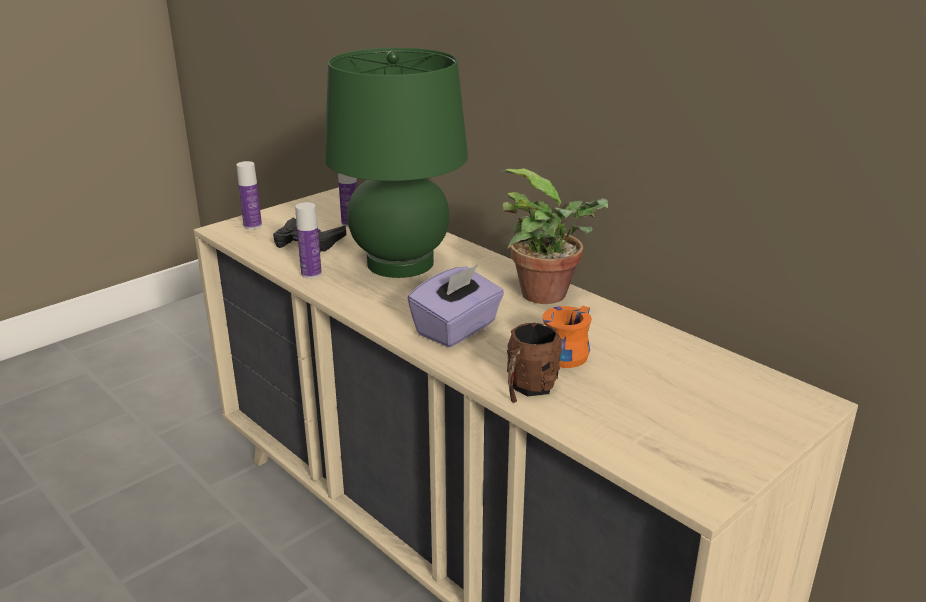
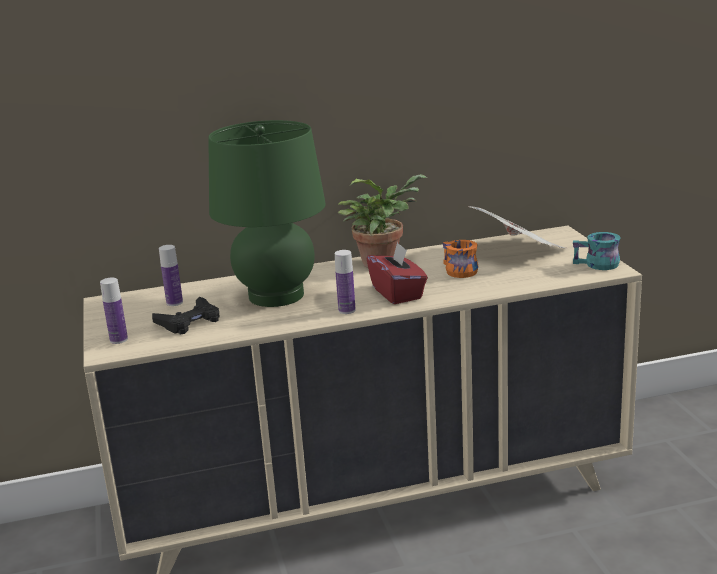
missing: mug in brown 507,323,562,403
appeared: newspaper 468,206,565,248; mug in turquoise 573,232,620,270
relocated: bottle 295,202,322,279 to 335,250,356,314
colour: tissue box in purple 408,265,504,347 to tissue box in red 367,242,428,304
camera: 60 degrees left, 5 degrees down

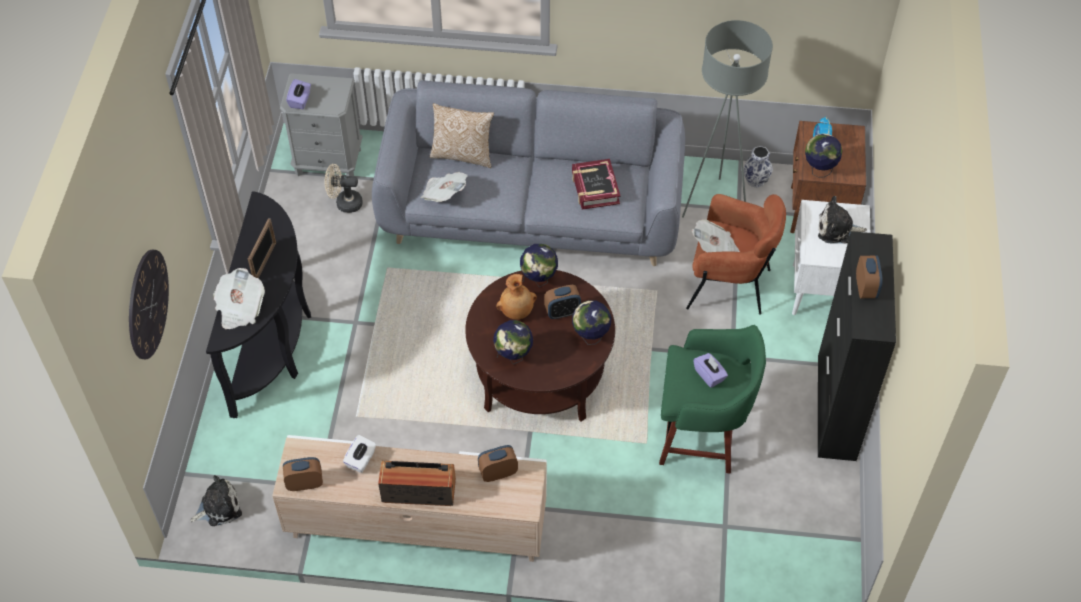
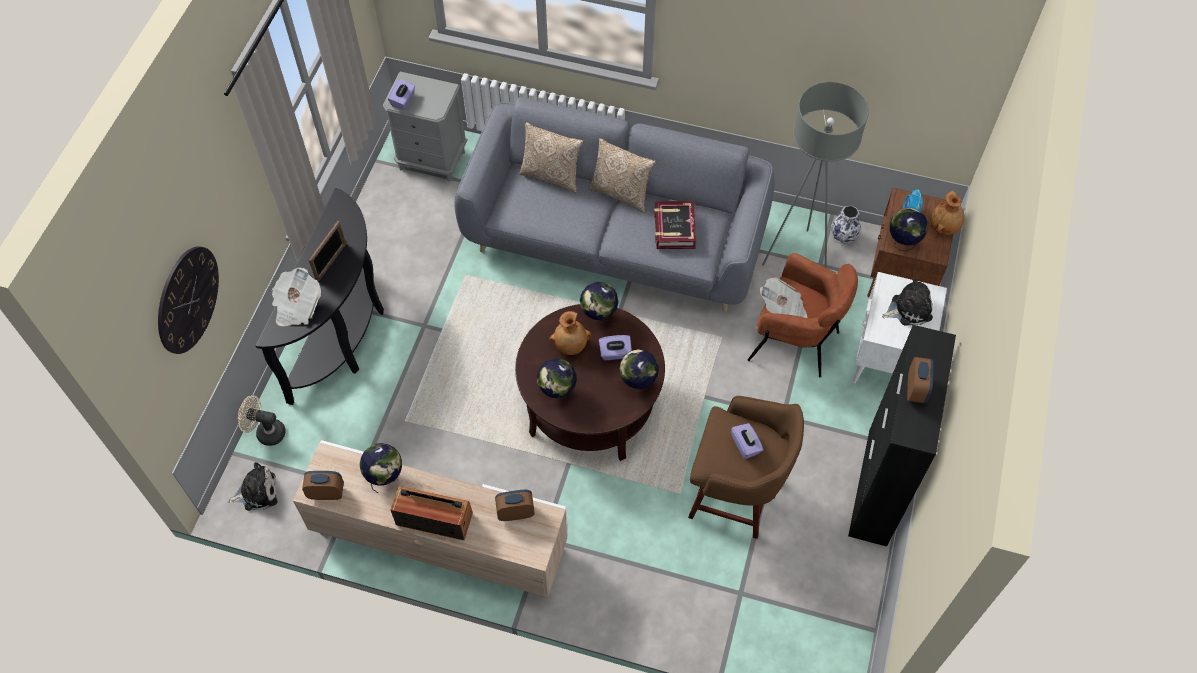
missing: newspaper 421,172,468,202
appeared: pillow 589,138,656,213; vase in brown 931,191,964,235
relocated: fan in beige 325,164,363,213 to 238,395,286,446
exchanged: tissue box in white 343,435,376,473 to globe 360,443,402,493; alarm clock 544,285,581,319 to tissue box in purple 599,335,632,360
colour: stool in green 659,325,766,474 to stool in brown 688,396,804,539
spun: plush toy 818,196,867,244 = 882,277,933,326 150 degrees clockwise
camera: 10 degrees right, 5 degrees up

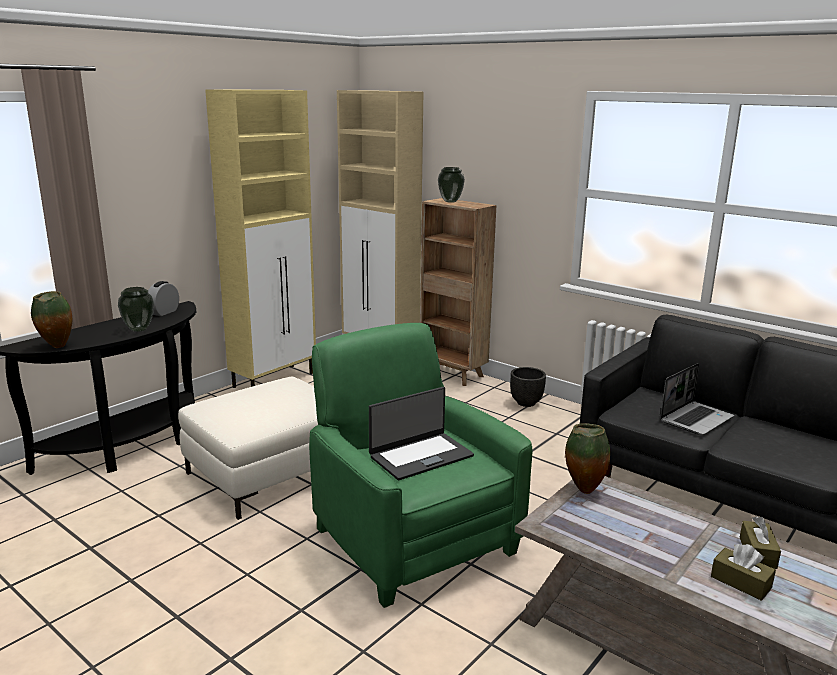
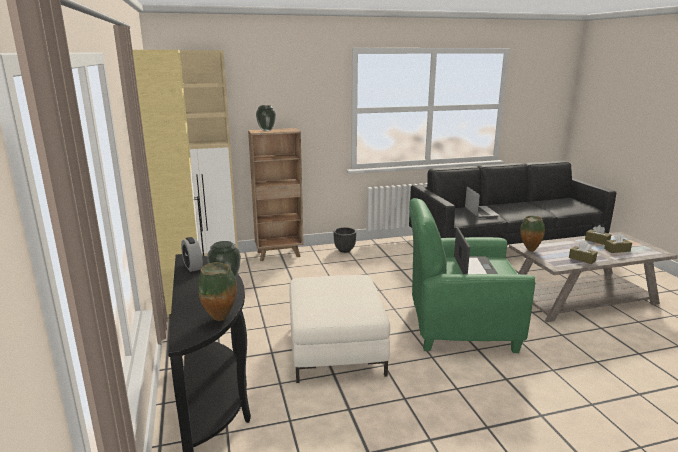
appeared: tissue box in brown 569,241,598,264
camera: 55 degrees left, 0 degrees up

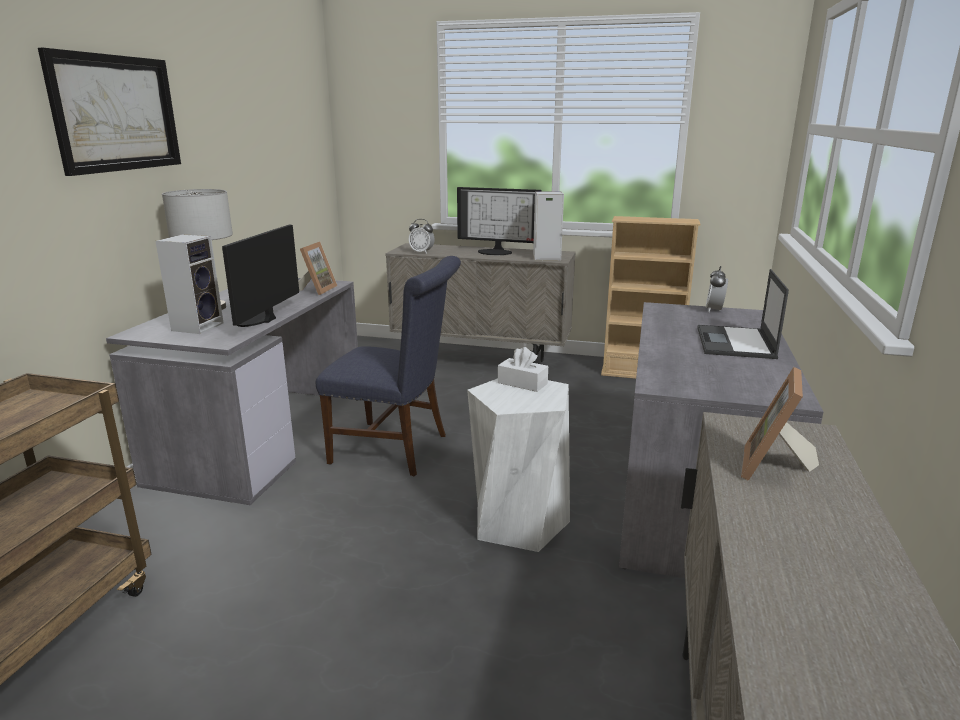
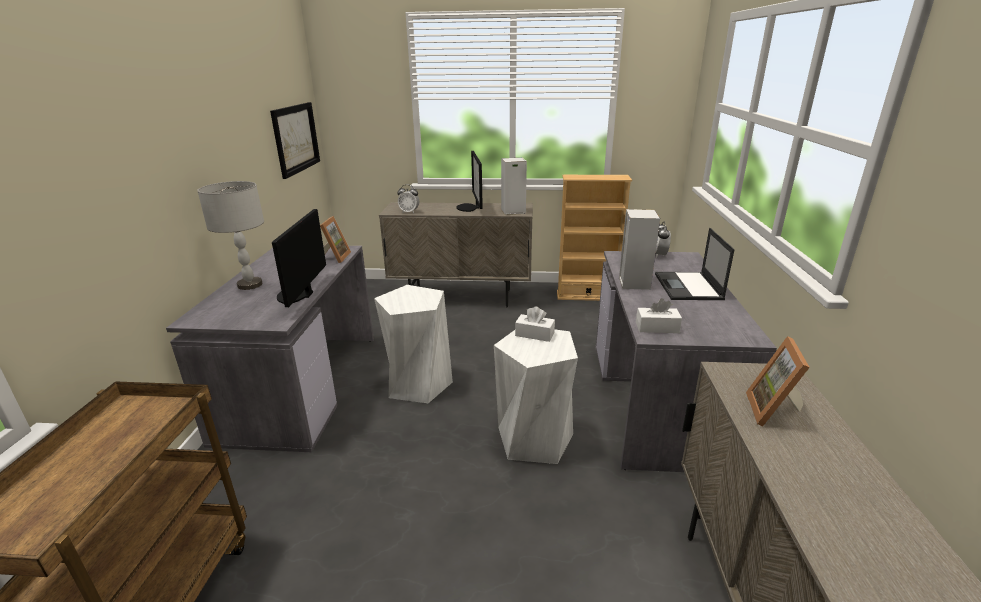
appeared: tissue box in white 636,298,682,333
relocated: picture 38,48,181,176 to 270,102,320,179; speaker 156,234,223,334 to 619,209,660,290
exchanged: chair in blue 316,256,461,476 to stool in white 374,285,453,403
spun: monitor 457,187,542,255 = 456,151,483,212 75 degrees clockwise
camera: 10 degrees left, 5 degrees up

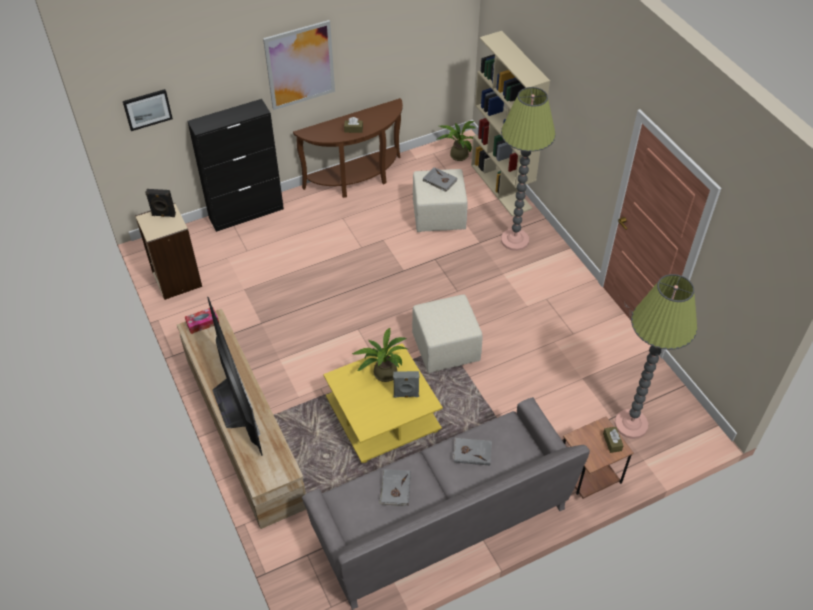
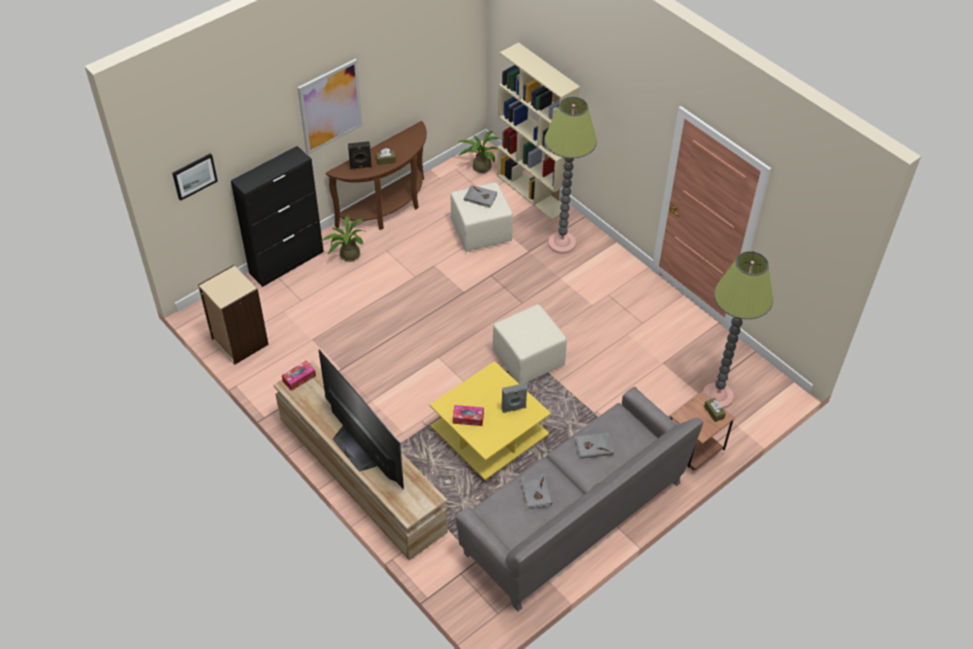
appeared: tissue box 453,405,484,426
relocated: speaker in black 145,189,176,217 to 348,141,372,169; potted plant 351,328,408,382 to 322,215,367,262
camera: 15 degrees left, 0 degrees up

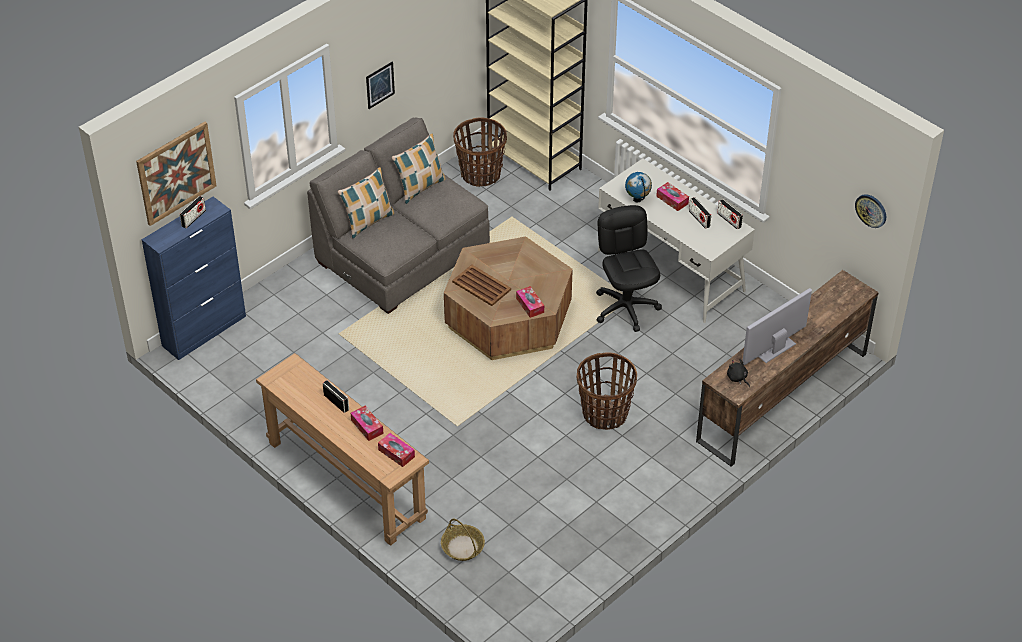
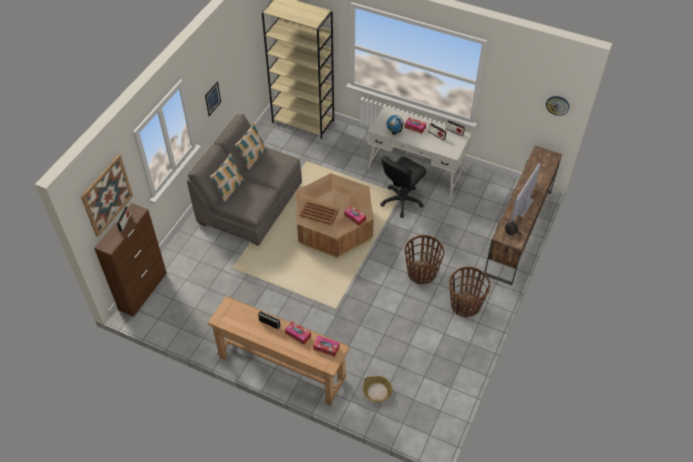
relocated: basket 453,117,507,187 to 449,267,491,317
colour: cabinet in blue 141,196,246,360 to cabinet in brown 94,203,167,317
spun: office chair in black 596,205,662,332 = 380,156,426,218 105 degrees counterclockwise
camera: 20 degrees left, 5 degrees up

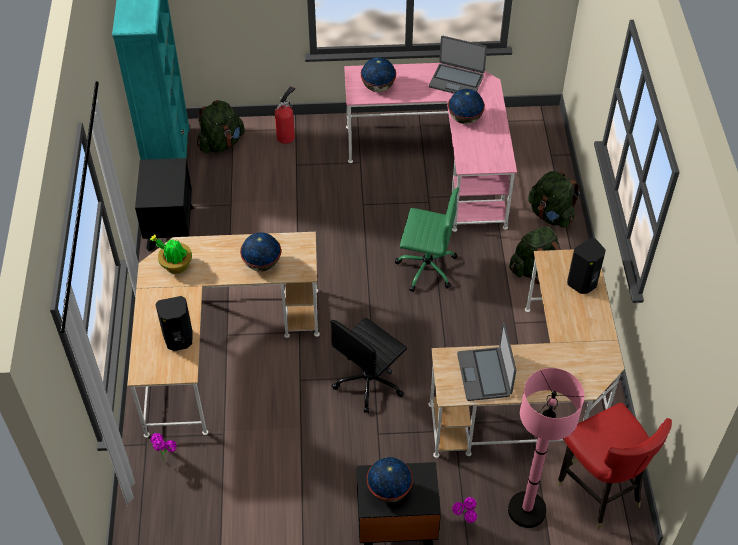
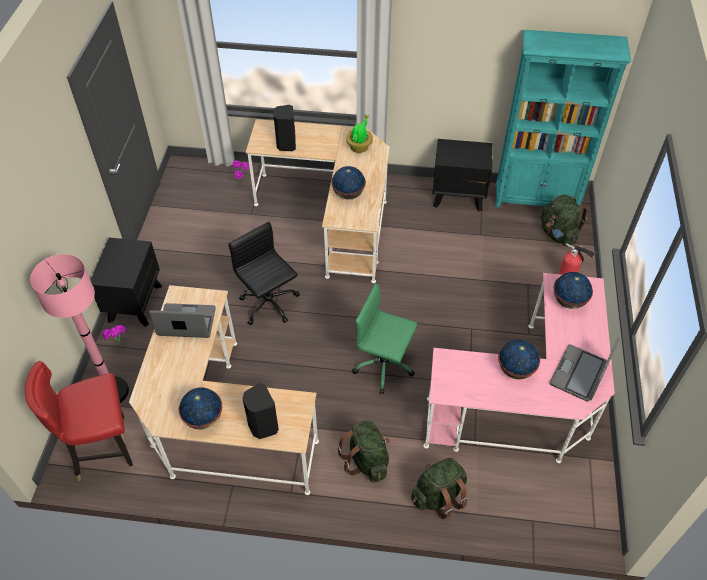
relocated: globe 367,457,413,502 to 179,388,222,429
spun: office chair in green 395,187,459,292 = 352,283,417,394 90 degrees clockwise
camera: 100 degrees right, 0 degrees up

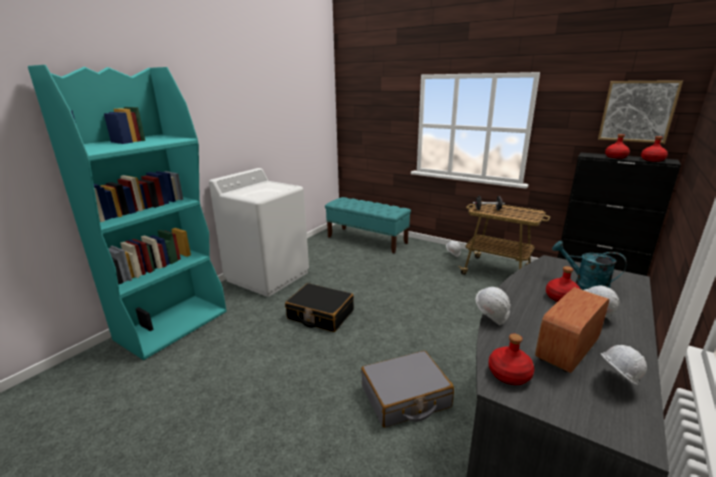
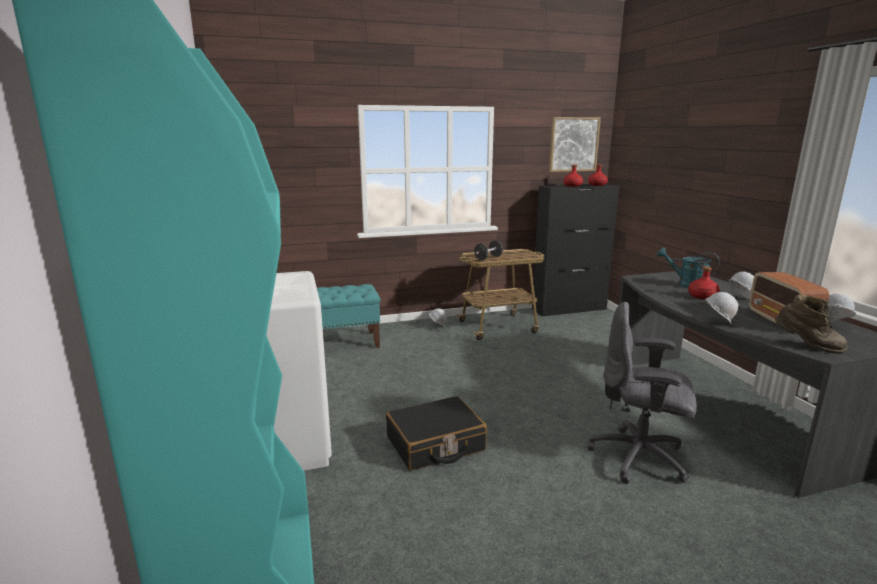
exchanged: suitcase in grey 361,351,454,428 to office chair in grey 588,302,697,484; bottle in red 488,334,534,385 to boot in brown 775,295,848,354
spun: watering can in turquoise 552,241,627,290 = 657,247,720,288 45 degrees clockwise
camera: 50 degrees left, 5 degrees down

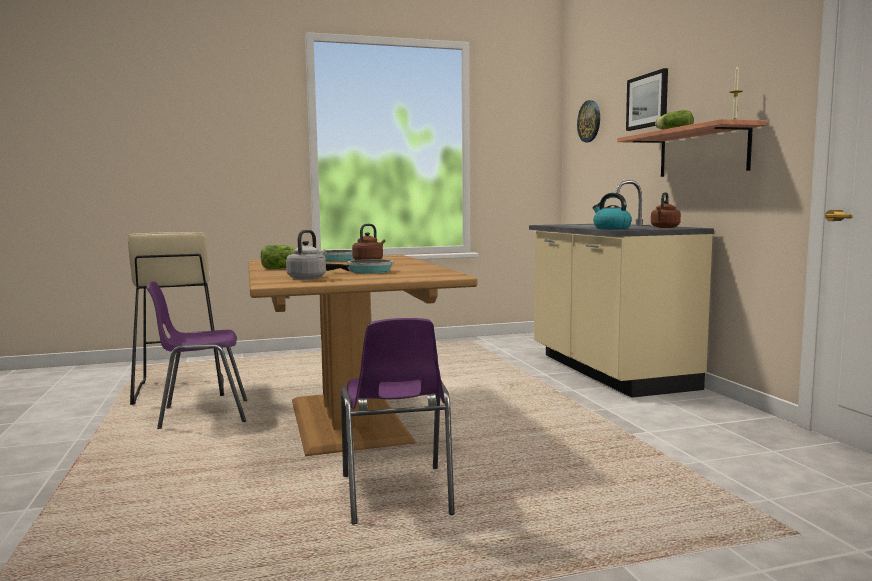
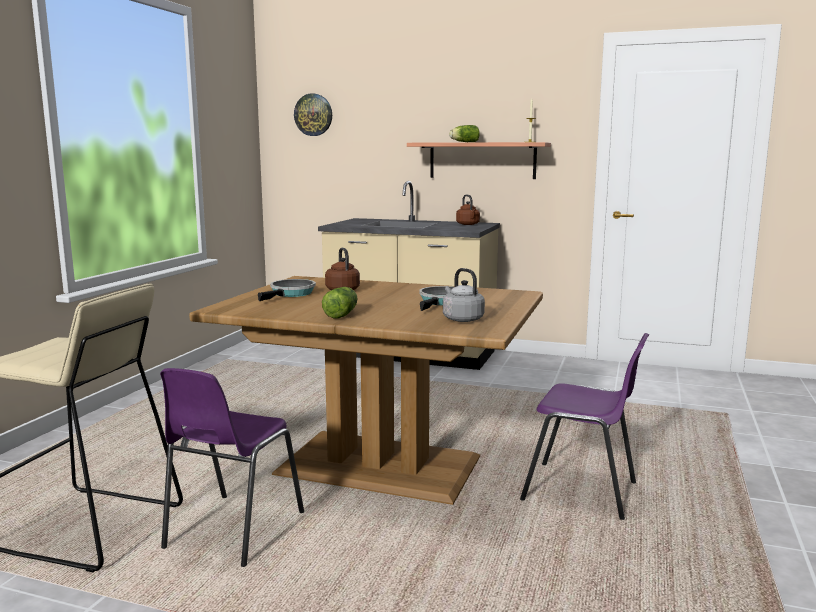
missing: kettle 593,193,632,229; picture 626,68,668,131
camera: 55 degrees left, 5 degrees up

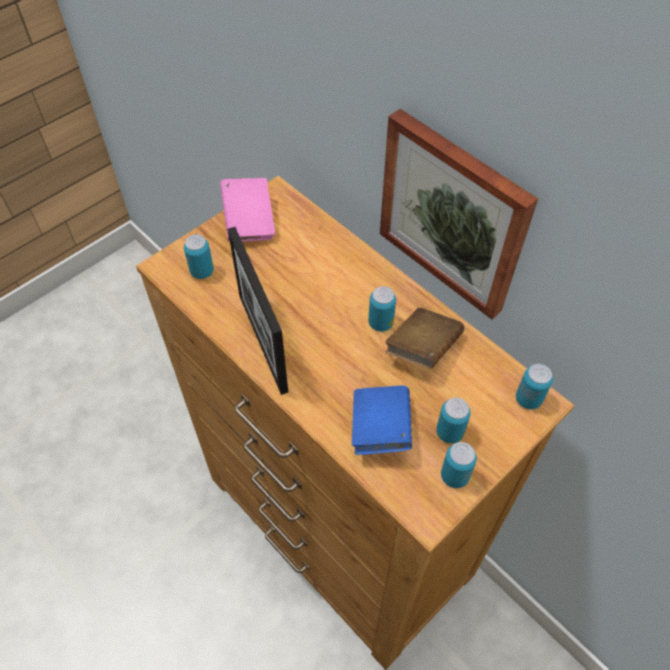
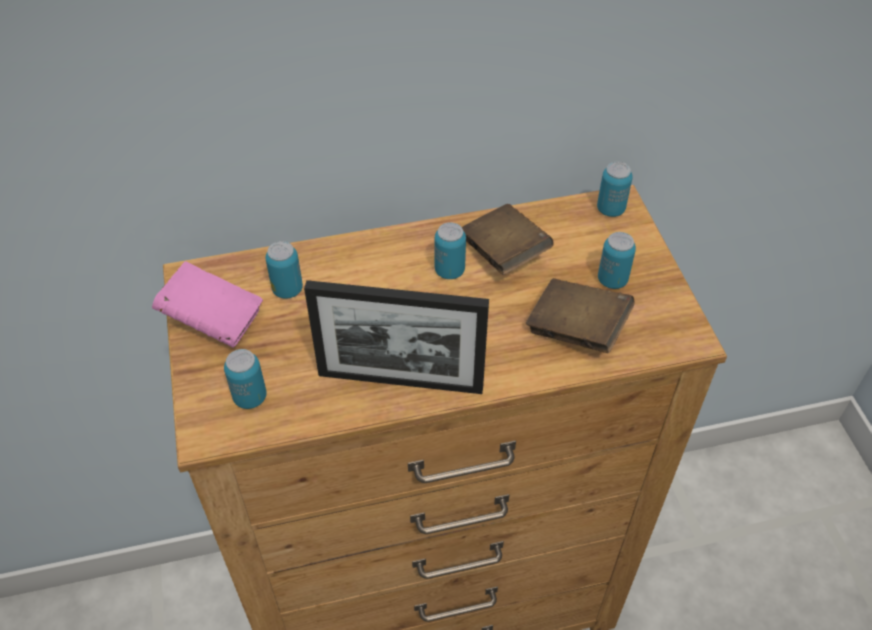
missing: picture 380,109,538,320
relocated: can 441,442,477,488 to 265,241,303,299
colour: book in blue 352,385,412,455 to book in brown 526,278,634,353
camera: 60 degrees left, 5 degrees down

